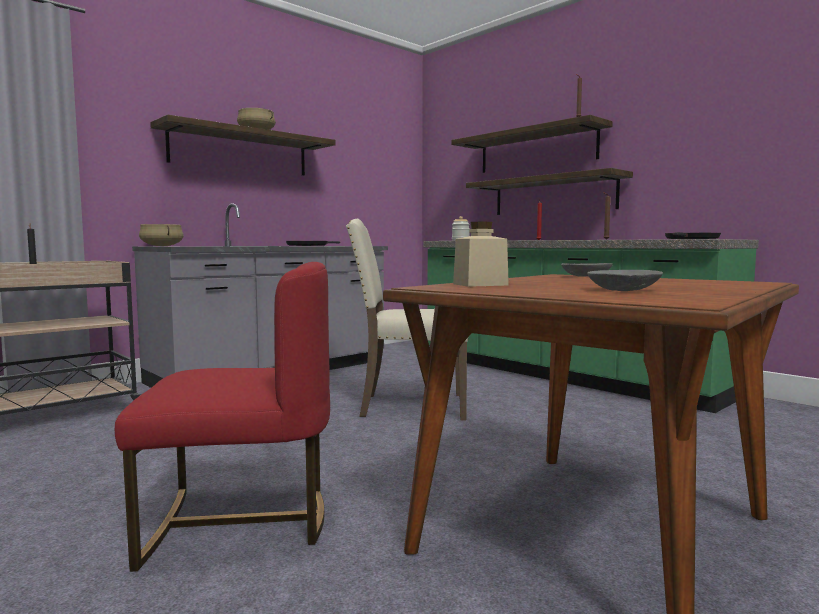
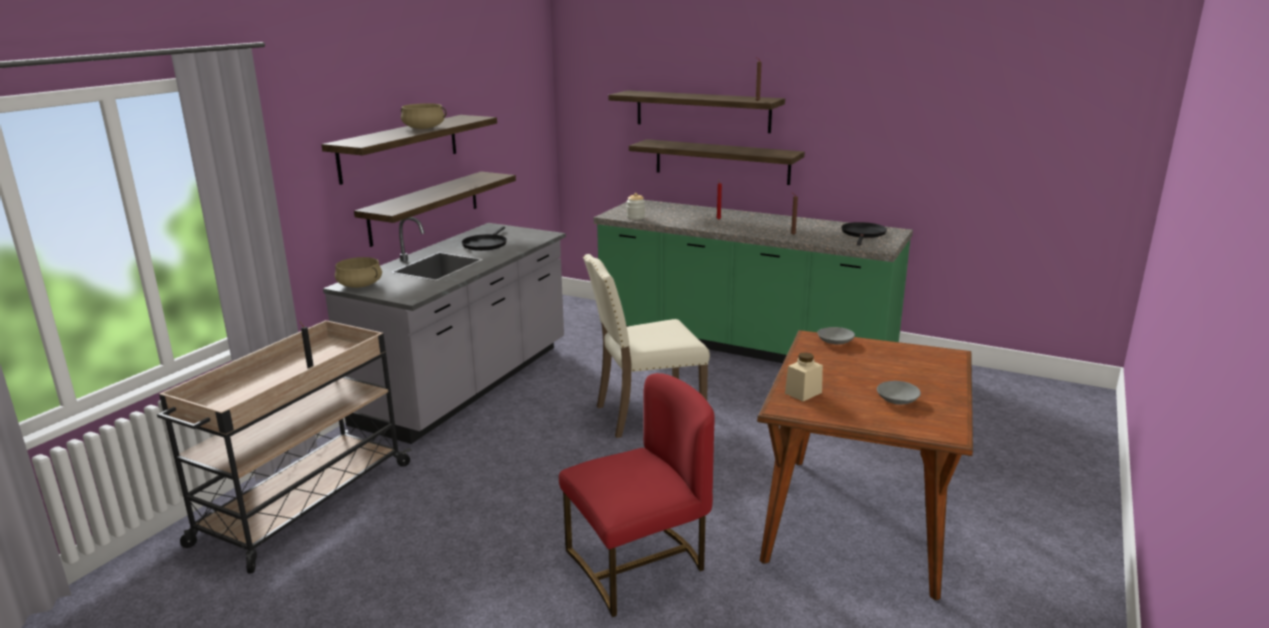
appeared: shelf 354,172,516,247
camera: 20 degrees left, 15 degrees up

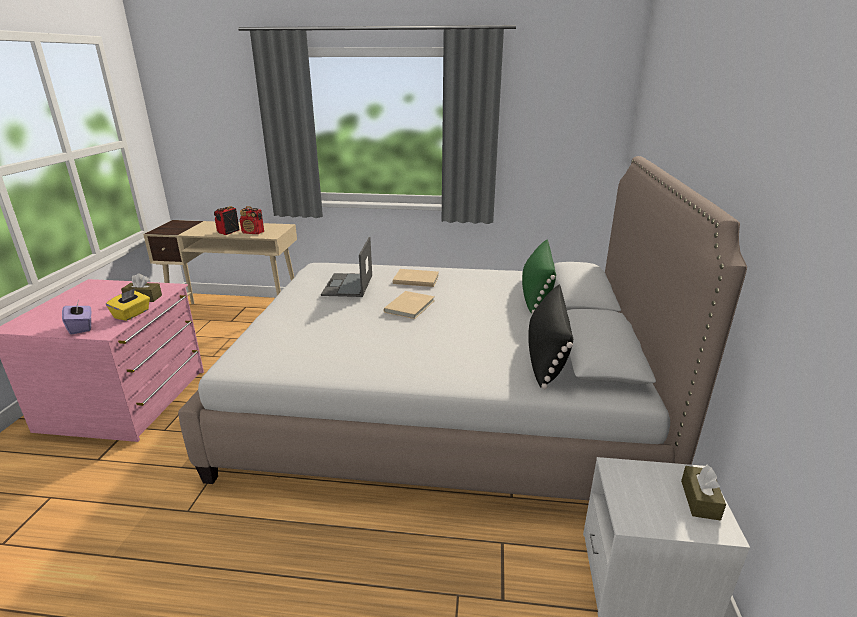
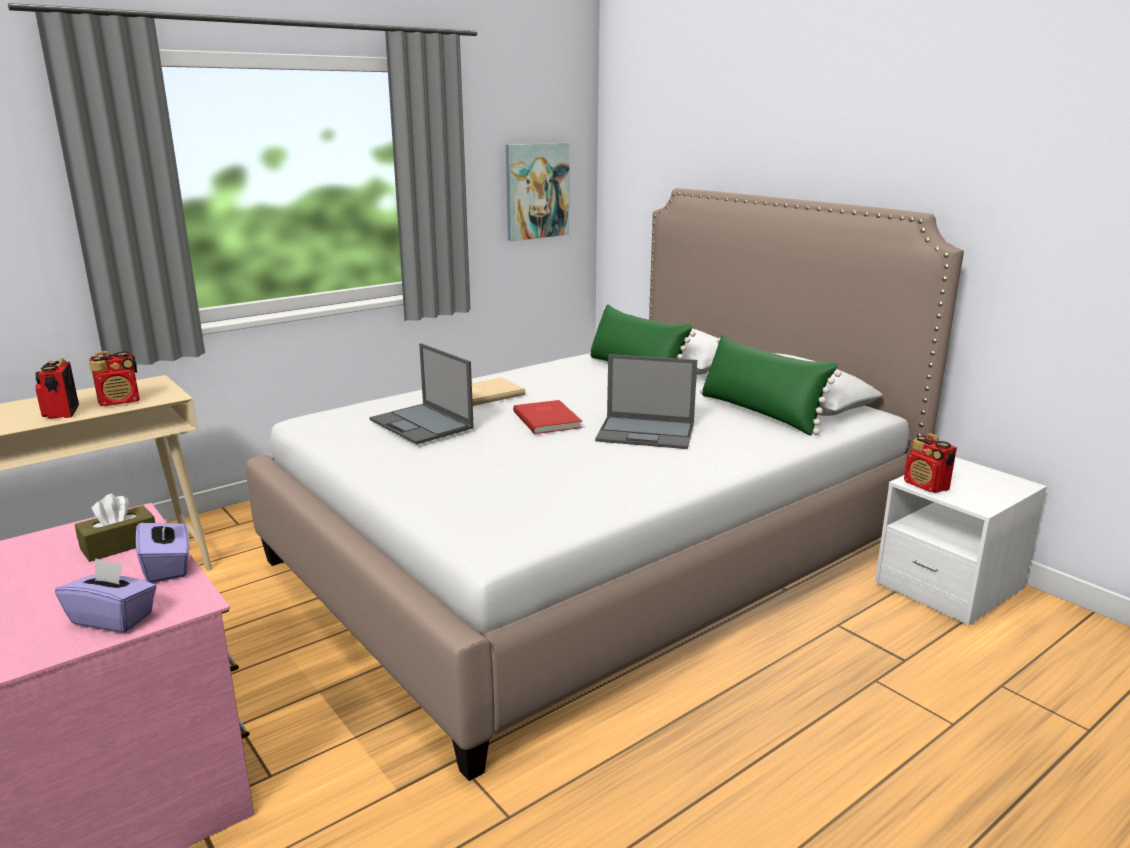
missing: tissue box in brown 681,465,726,521
appeared: picture 506,143,569,241; laptop 595,354,697,449; radio 904,433,957,493
colour: tissue box in yellow 106,288,150,321 to tissue box in purple 136,515,189,583; book in beige 384,291,435,319 to book in red 513,400,582,434; pillow in black 528,284,573,389 to pillow in green 700,335,842,436
camera: 45 degrees left, 5 degrees down

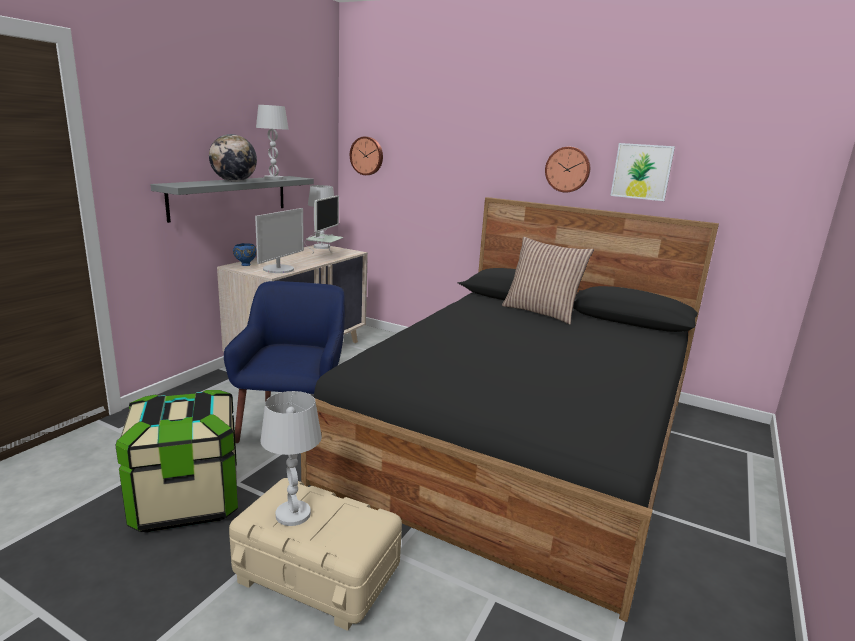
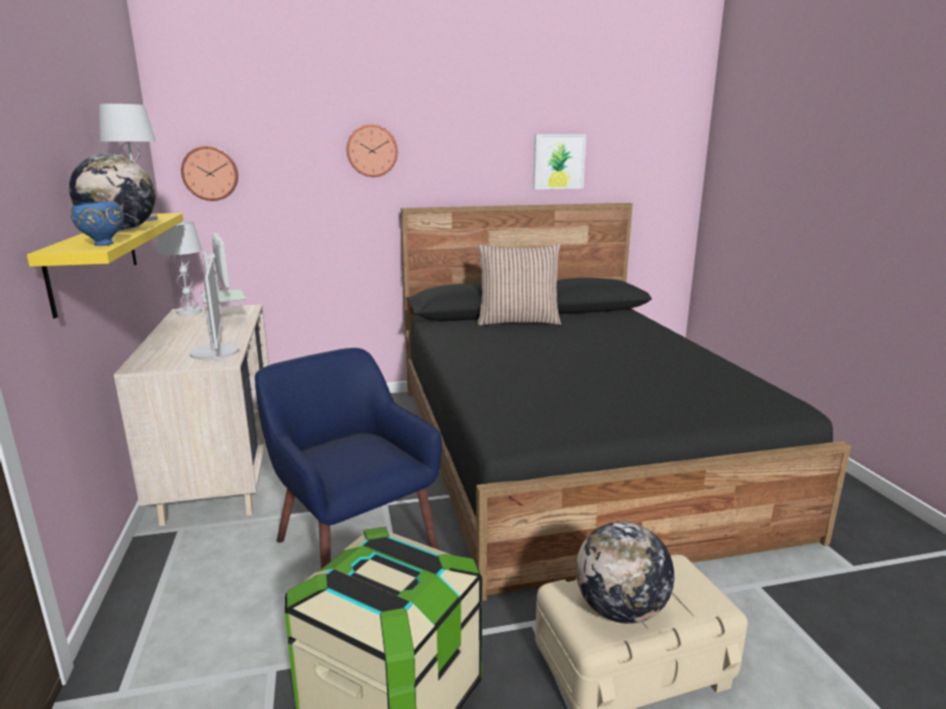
relocated: bowl in blue 233,243,257,266 to 71,201,124,246; wall clock 545,147,590,193 to 347,124,398,177
exchanged: table lamp in white 260,391,322,526 to globe 576,522,674,624
colour: shelf in grey 150,176,314,223 to shelf in yellow 27,213,183,318
camera: 40 degrees left, 0 degrees up

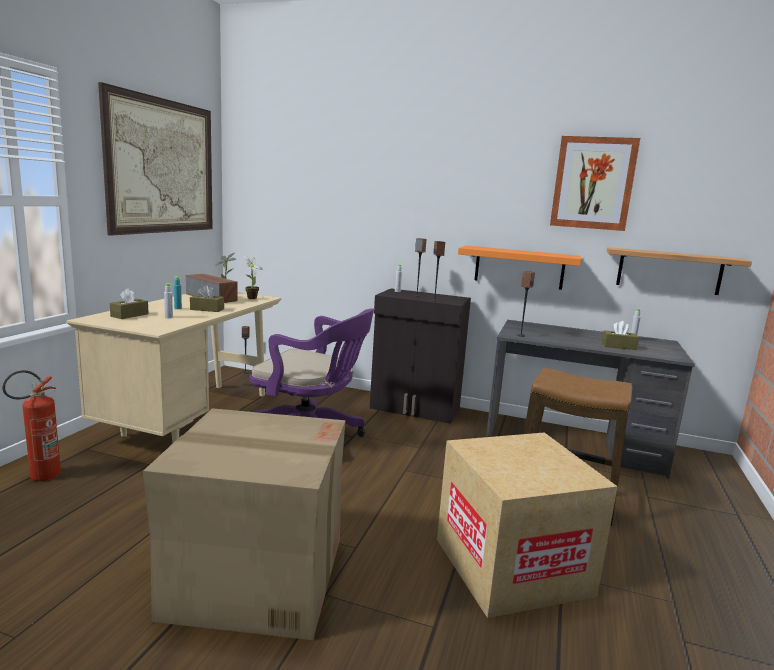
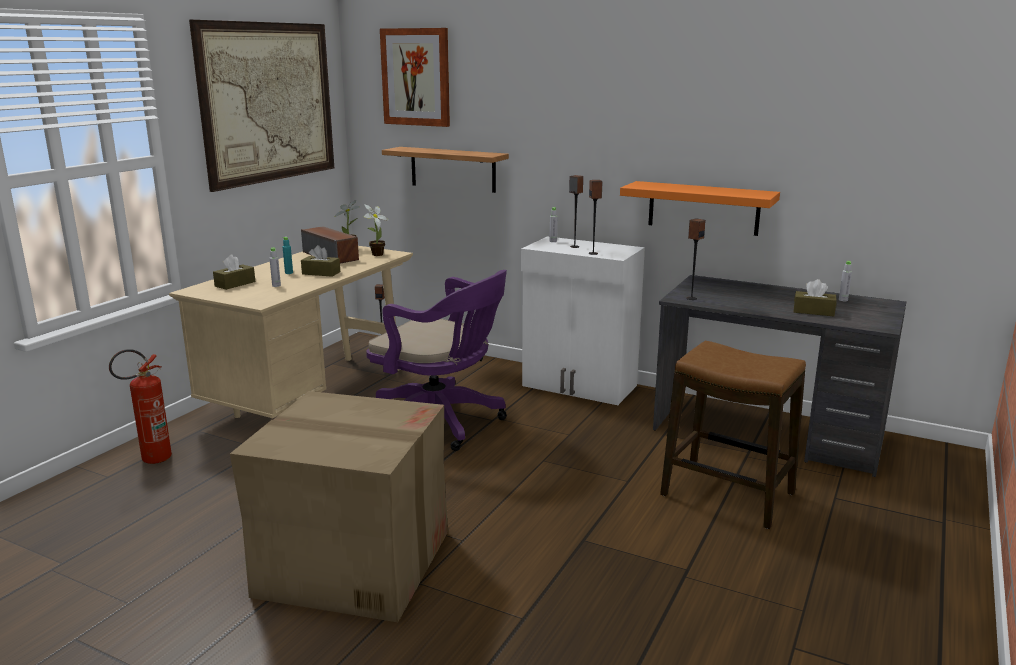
missing: cardboard box 437,432,618,618
relocated: picture 550,136,640,231 to 380,28,450,127; shelf 607,247,752,295 to 382,147,509,193
colour: cabinet in black 370,288,471,424 to cabinet in white 521,237,645,405
camera: 10 degrees right, 5 degrees up

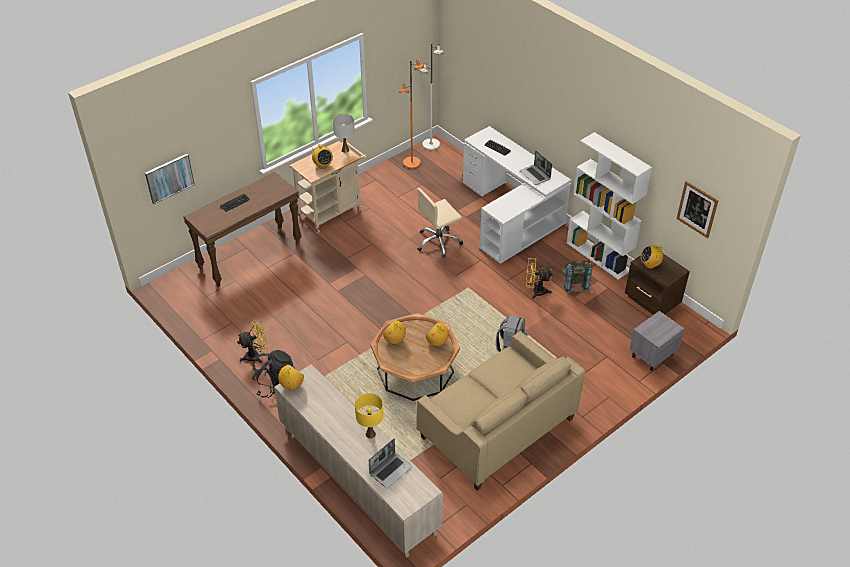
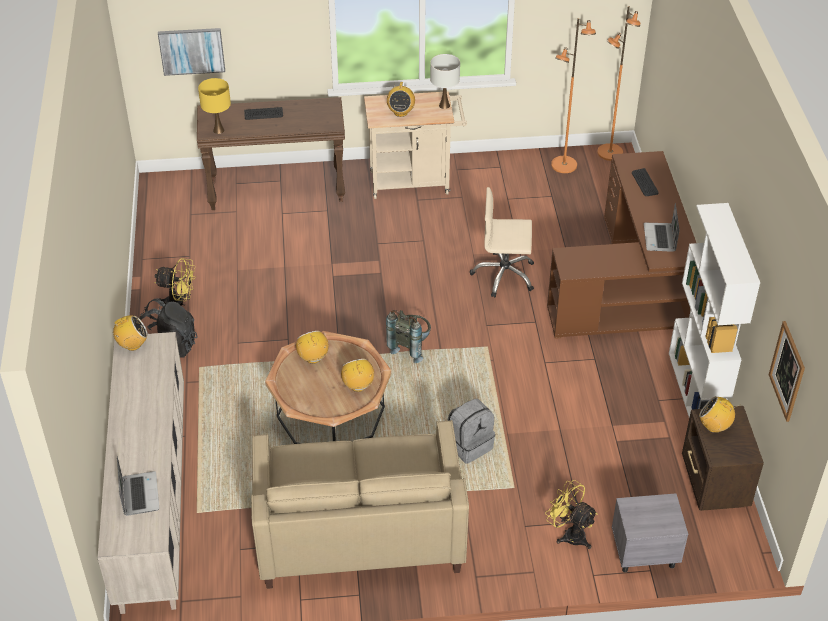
relocated: table lamp in yellow 355,393,383,439 to 198,78,231,134; fan in yellow 526,258,553,299 to 545,480,598,549; backpack in grey 563,260,593,293 to 386,310,431,363
colour: floor lamp in white 419,43,444,150 to floor lamp in orange 597,6,640,161; desk in white 463,126,571,265 to desk in brown 547,151,696,339
spun: laptop 369,438,412,488 = 117,456,159,516 90 degrees counterclockwise
camera: 35 degrees right, 0 degrees up

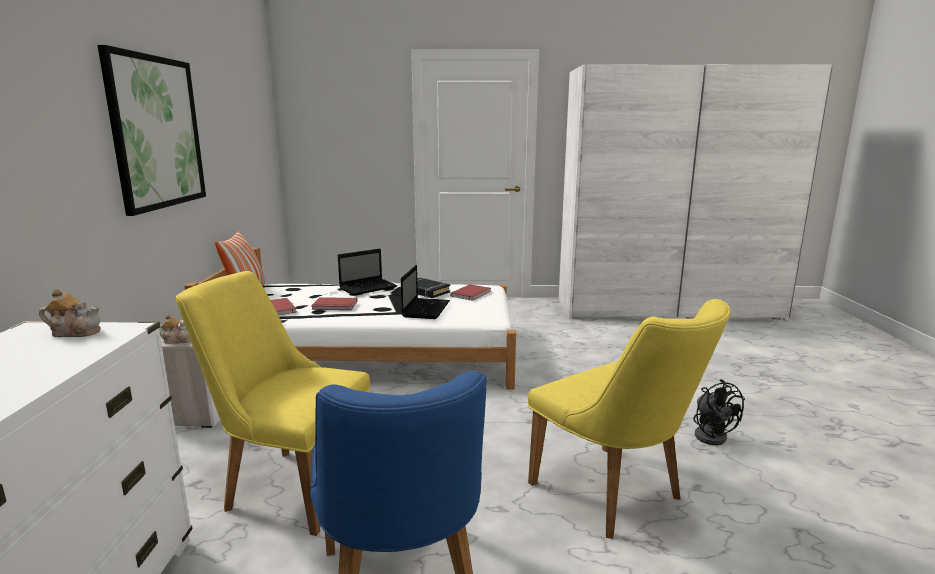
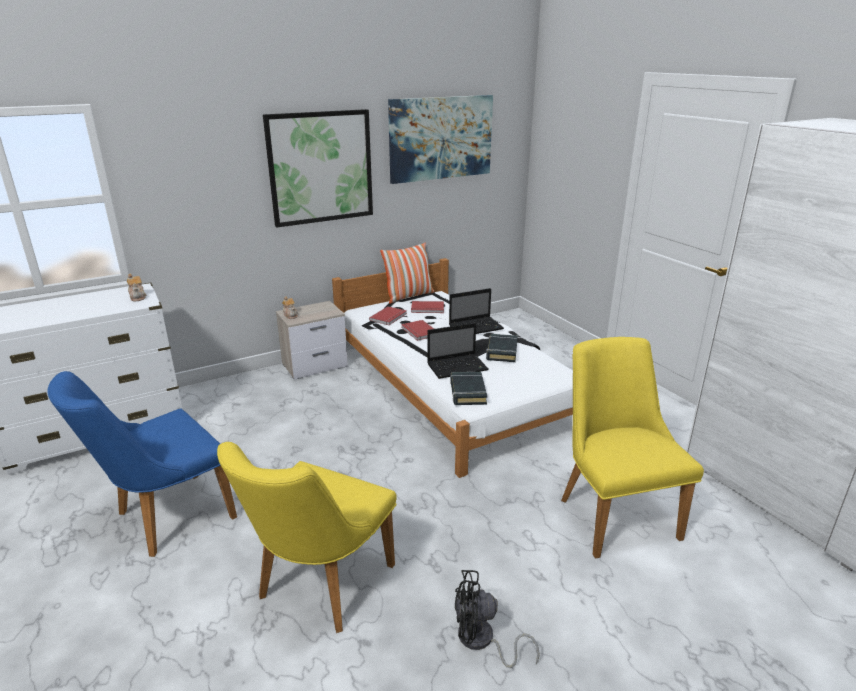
appeared: picture 388,95,493,184; book in black 450,372,487,405
relocated: chair in yellow 176,271,371,536 to 561,337,704,559; book in red 450,284,491,301 to 411,301,444,313
spun: laptop 338,249,397,295 = 449,288,504,334 45 degrees counterclockwise; fan in black 693,379,745,445 = 455,570,540,668 45 degrees clockwise
camera: 60 degrees right, 10 degrees up

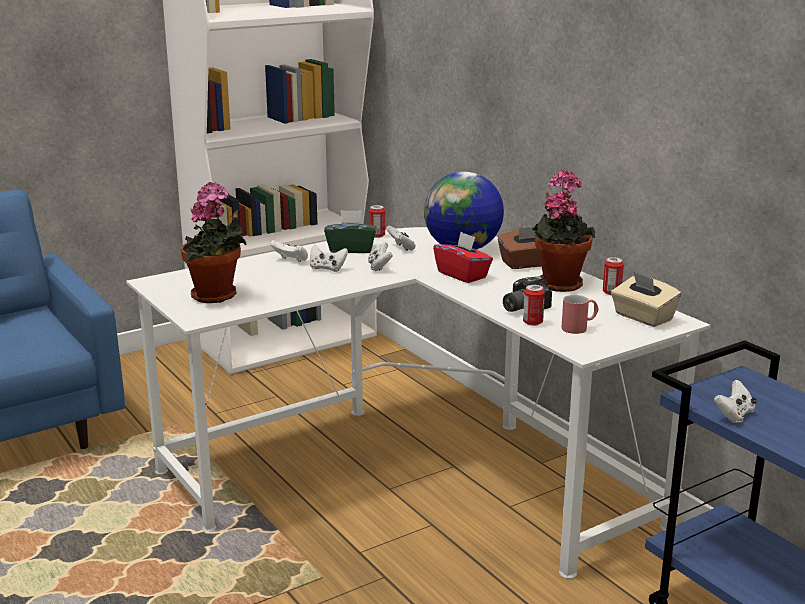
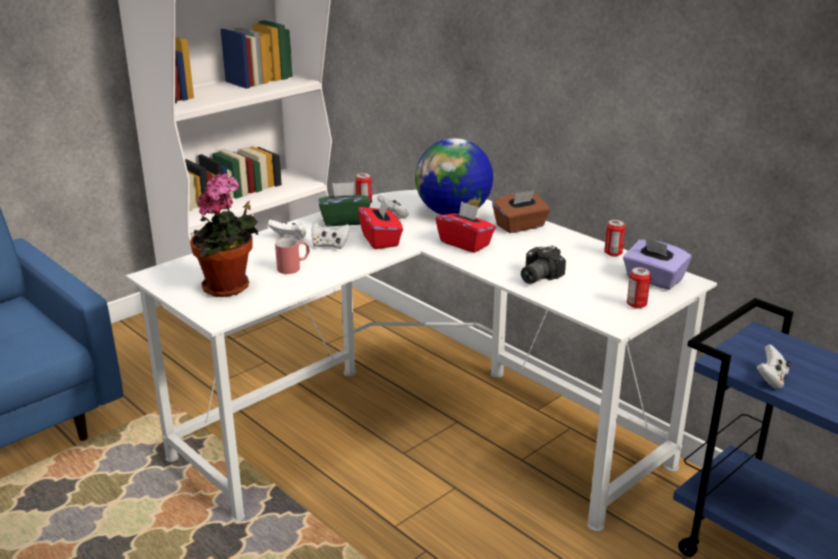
missing: potted plant 532,170,596,292
relocated: can 523,285,545,326 to 627,267,651,308; mug in red 561,295,599,334 to 275,238,310,274
exchanged: game controller in white 368,241,393,271 to tissue box in red 358,199,403,249
colour: tissue box in beige 611,271,681,327 to tissue box in purple 623,237,691,290
camera: 10 degrees left, 5 degrees up

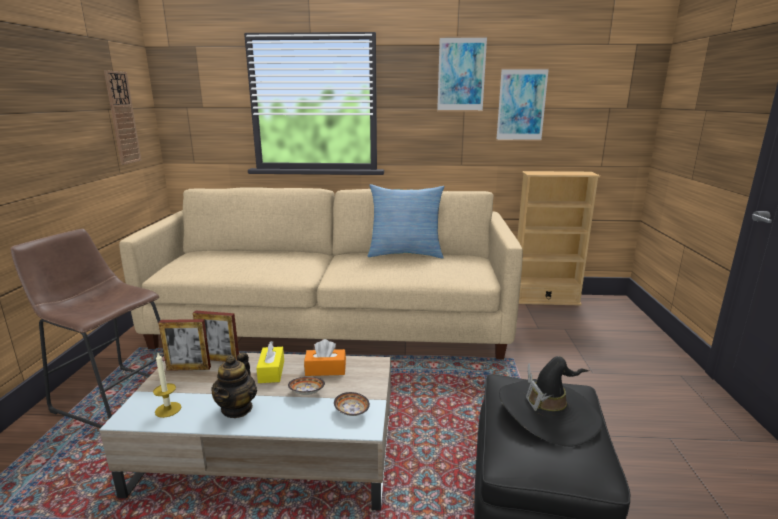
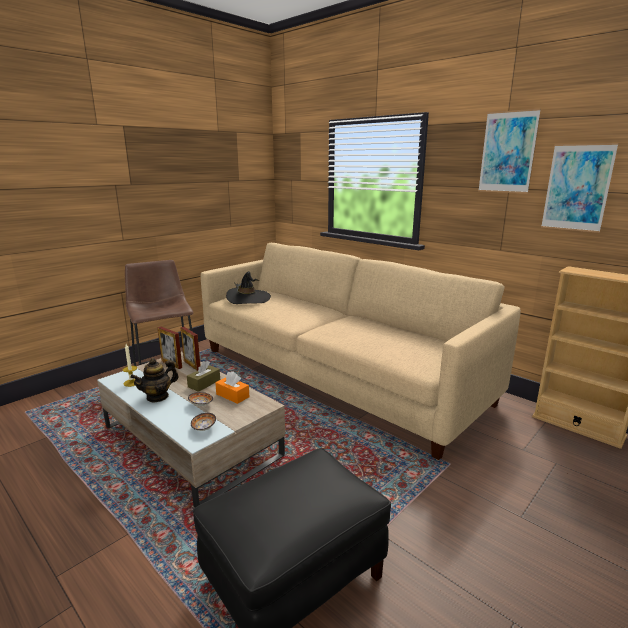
missing: wall clock 104,70,141,165; pillow 368,184,444,258
relocated: hat in black 499,356,603,447 to 226,271,271,304
colour: tissue box in yellow 256,341,284,383 to tissue box in brown 187,361,220,392
camera: 40 degrees right, 0 degrees up

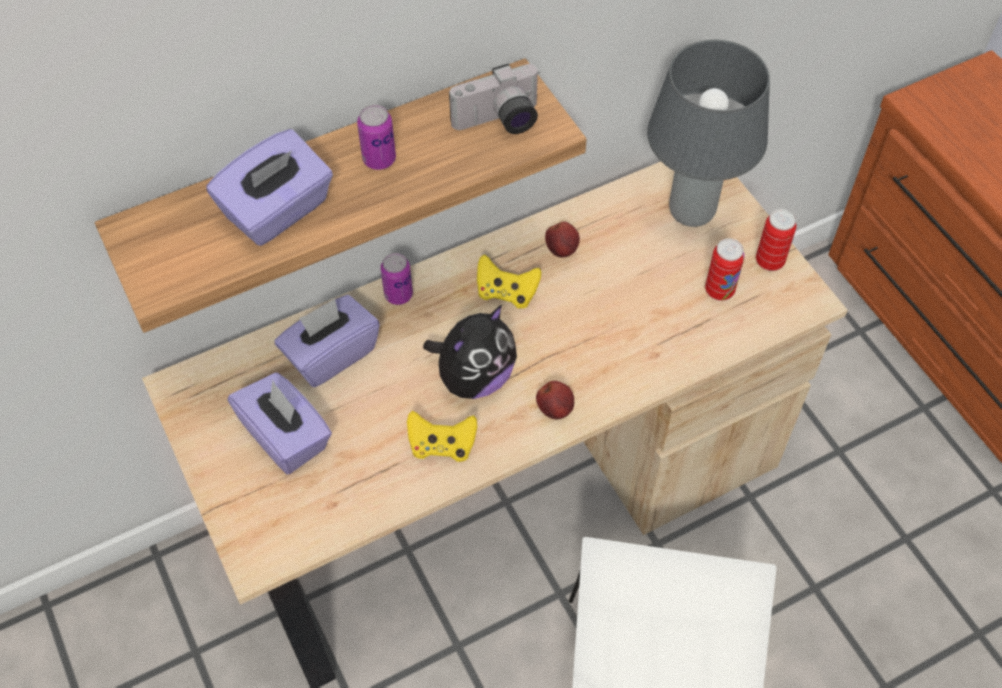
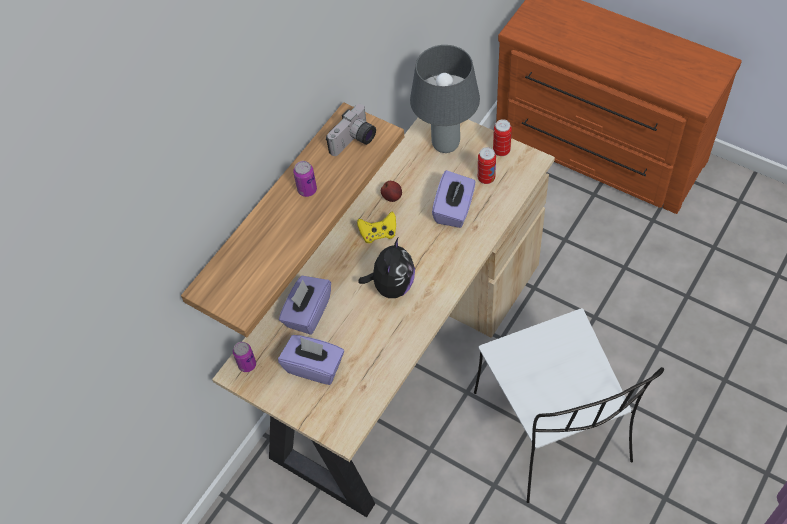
missing: game controller in yellow 407,411,477,462; apple 536,381,574,419
relocated: tissue box in purple 206,129,333,246 to 432,170,476,228; can 380,253,413,305 to 233,342,256,372
camera: 25 degrees left, 0 degrees up

